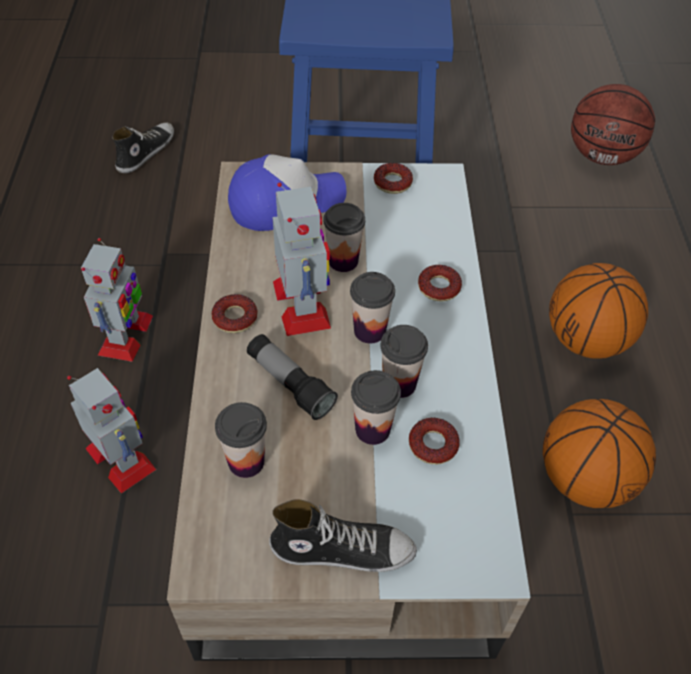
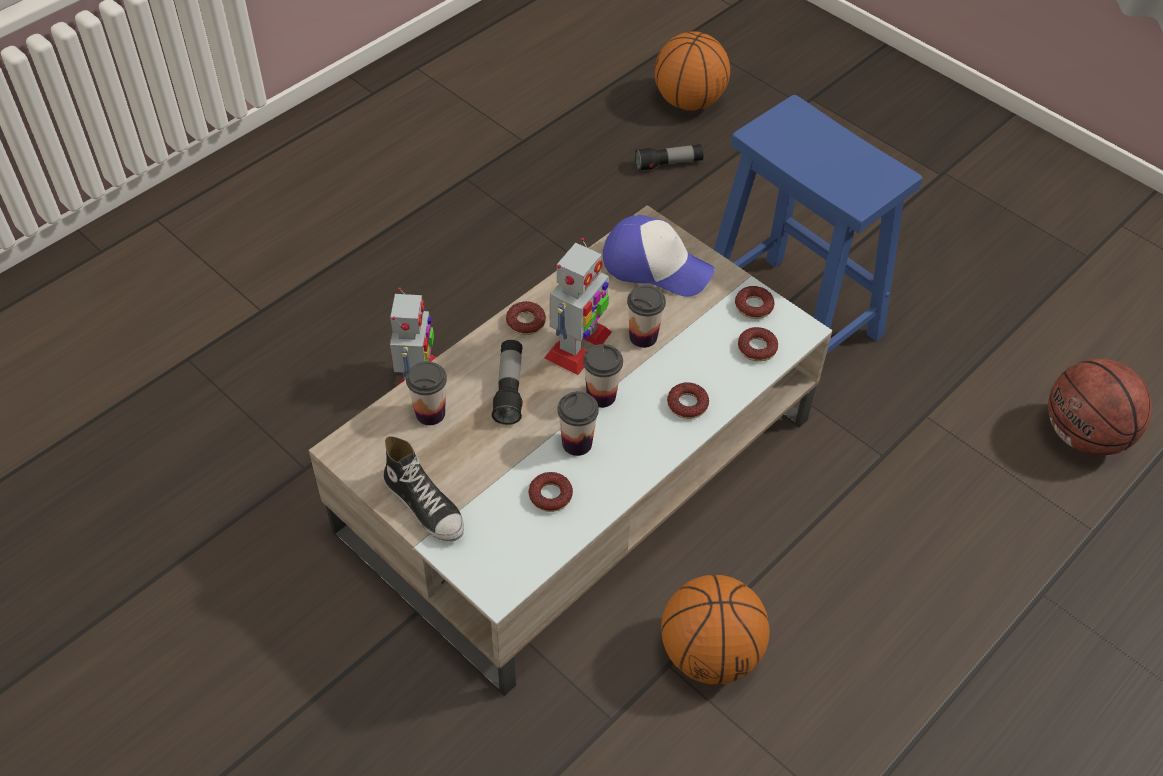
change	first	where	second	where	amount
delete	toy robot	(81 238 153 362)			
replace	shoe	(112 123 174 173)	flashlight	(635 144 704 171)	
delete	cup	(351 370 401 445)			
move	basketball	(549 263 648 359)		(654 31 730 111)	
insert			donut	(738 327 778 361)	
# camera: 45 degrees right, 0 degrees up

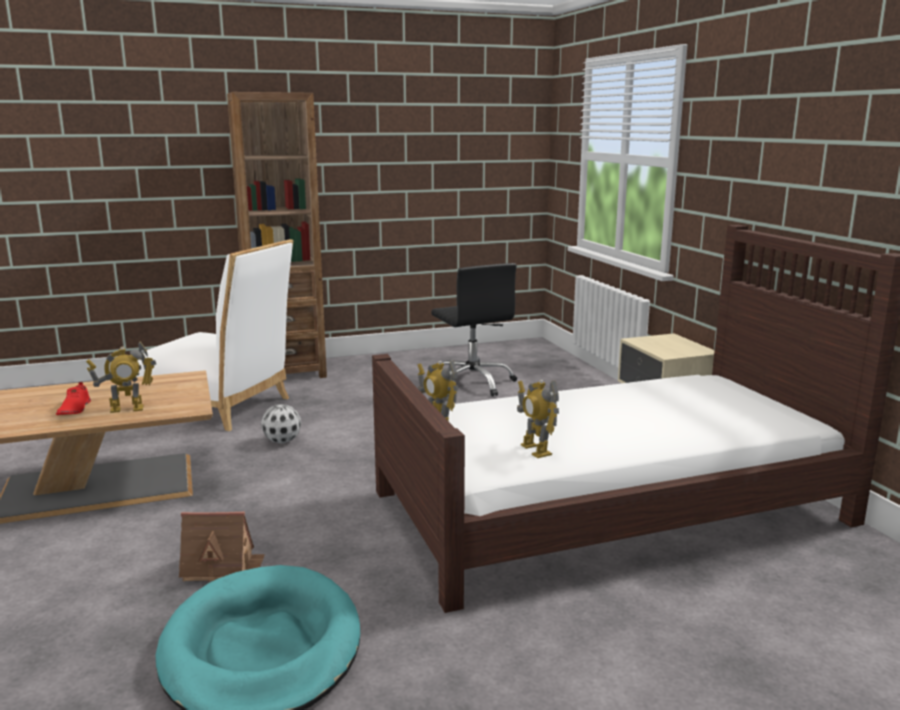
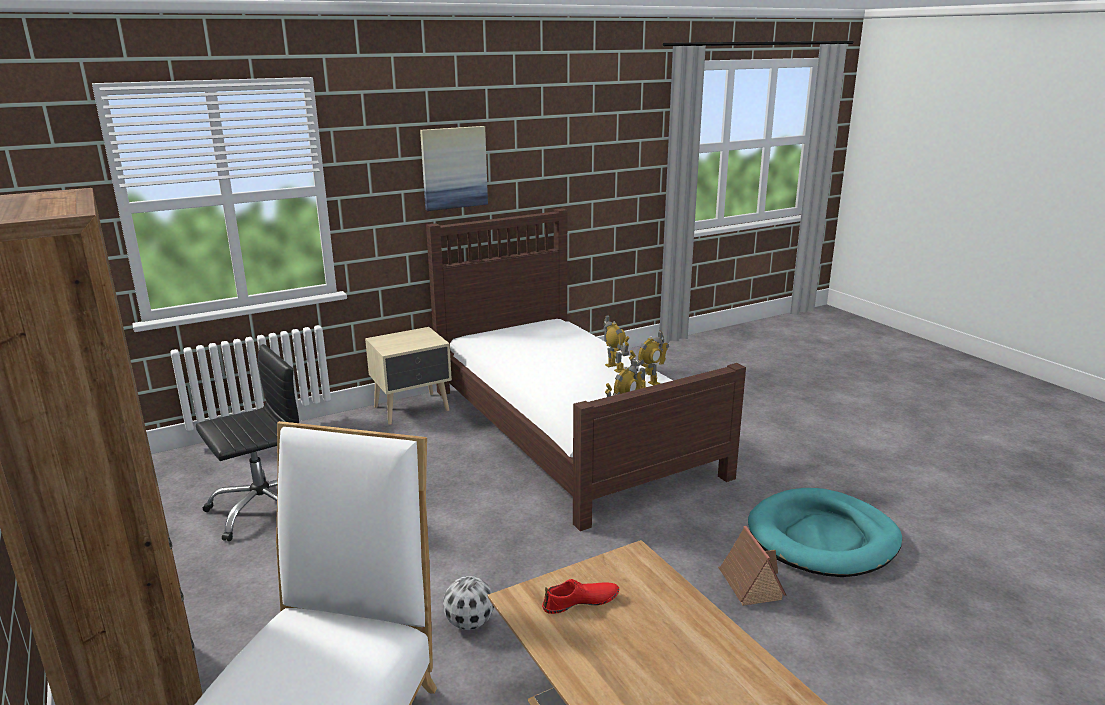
change	first	where	second	where	amount
move	red shoe	(56 382 91 415)		(542 579 619 614)	
move	toy robot	(86 341 156 413)		(604 315 629 373)	
insert			picture	(420 126 488 211)	
# camera: 100 degrees left, 5 degrees up

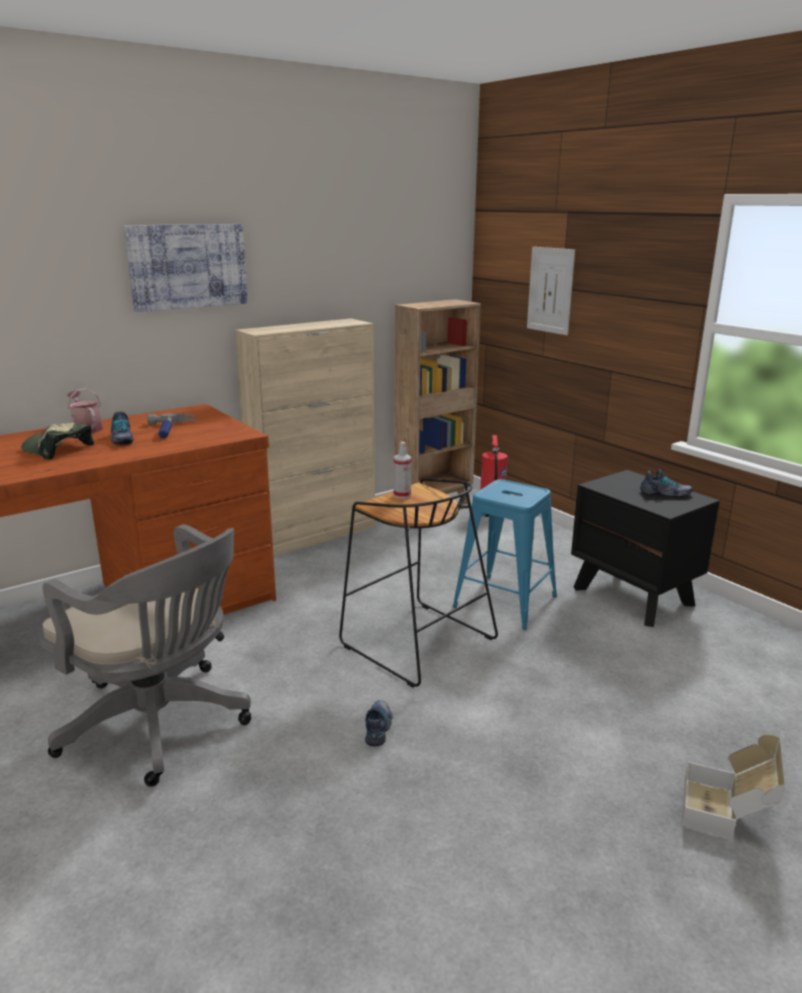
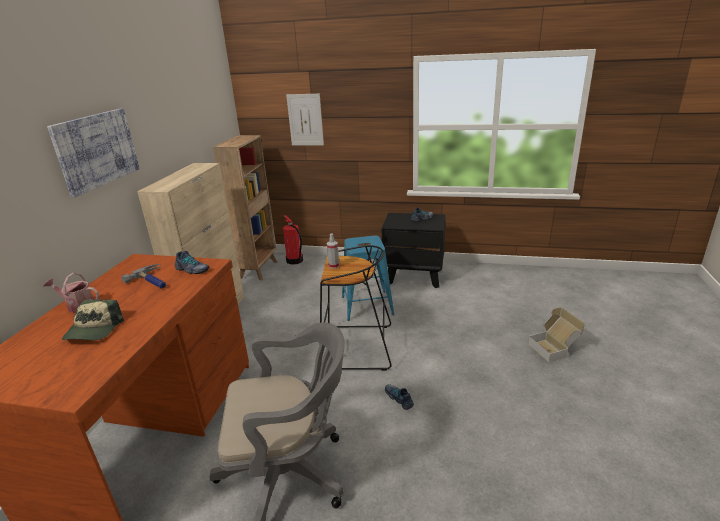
change	first	where	second	where	amount
rotate	cap	(21 423 94 460)		(62 299 124 340)	75 degrees counterclockwise
move	shoe	(111 411 134 445)		(175 251 209 274)	
# camera: 40 degrees left, 5 degrees up

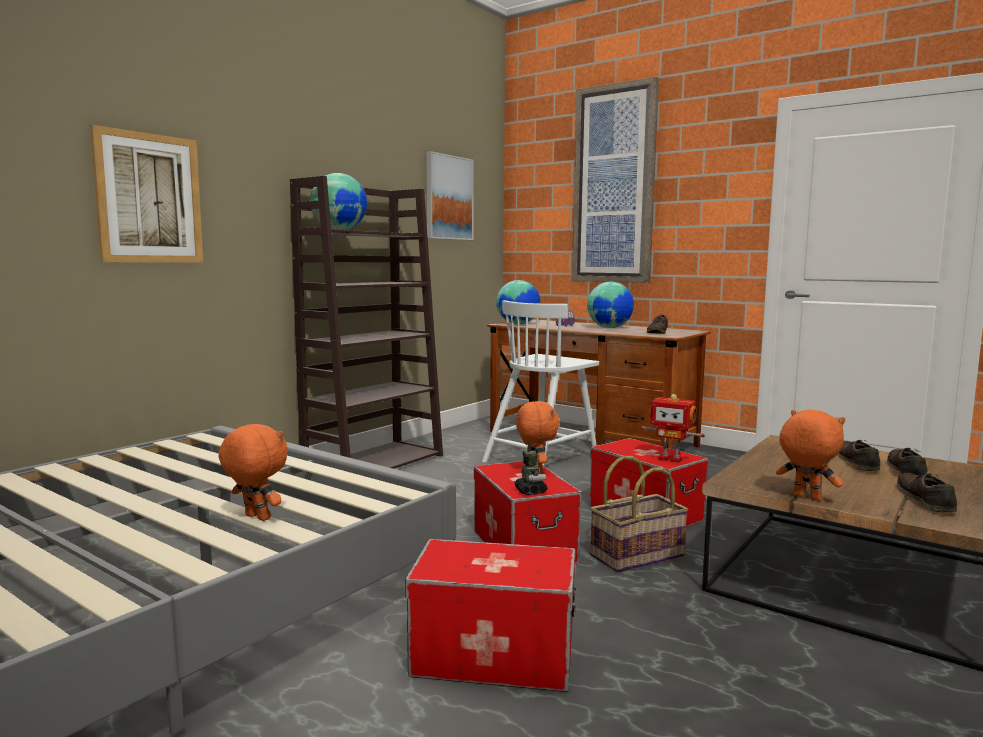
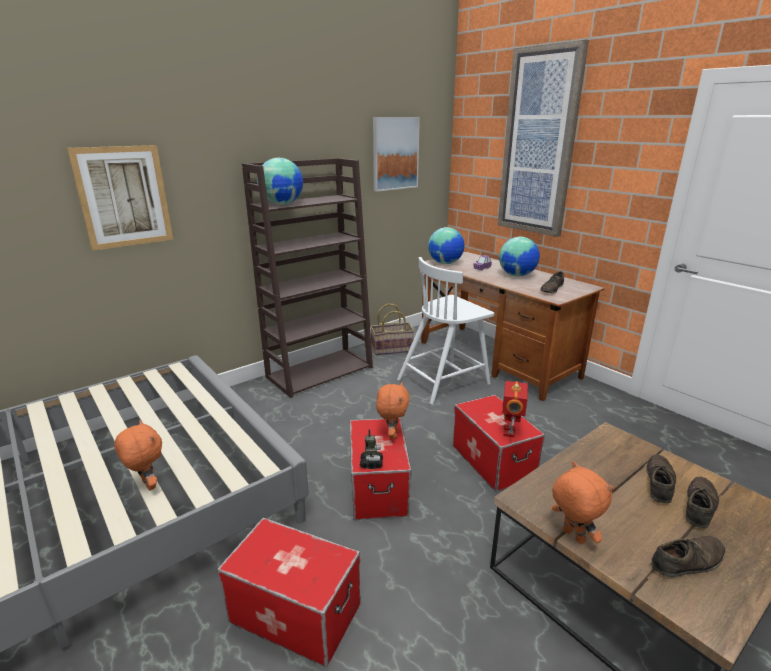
change	first	where	second	where	amount
move	basket	(590 456 688 573)		(370 304 414 355)	
rotate	toy robot	(641 394 705 463)		(502 381 528 438)	60 degrees clockwise
rotate	brown shoe	(897 473 957 512)		(651 536 726 577)	45 degrees clockwise
# camera: 15 degrees right, 15 degrees up

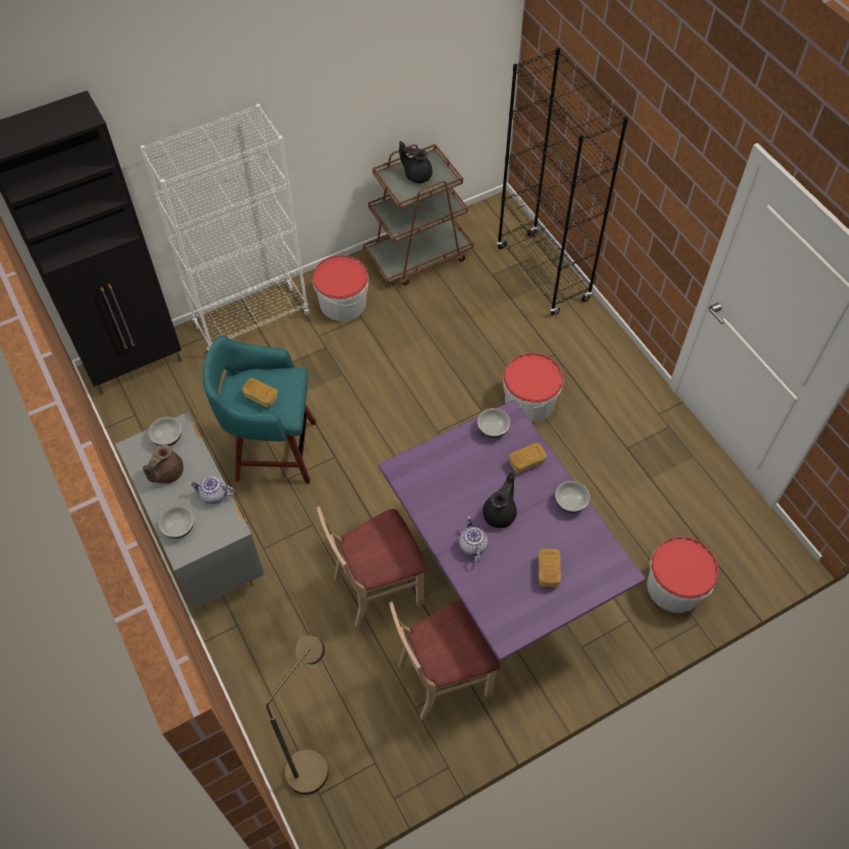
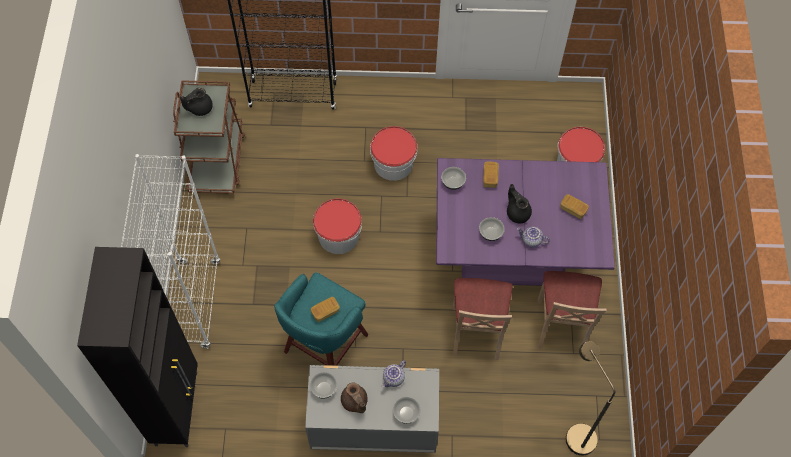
change	first	where	second	where	amount
move	bucket	(312 255 369 321)		(313 198 362 254)	
move	bowl	(555 481 590 513)		(479 217 505 241)	
# camera: 60 degrees left, 5 degrees up

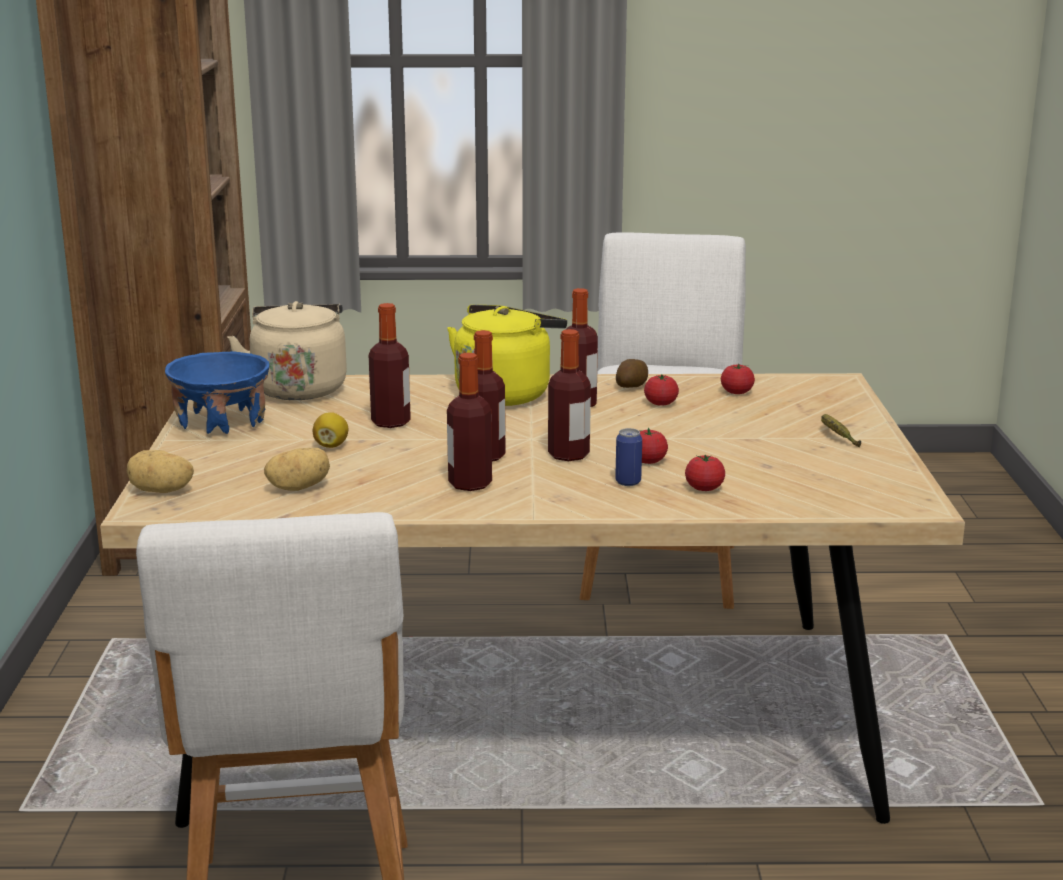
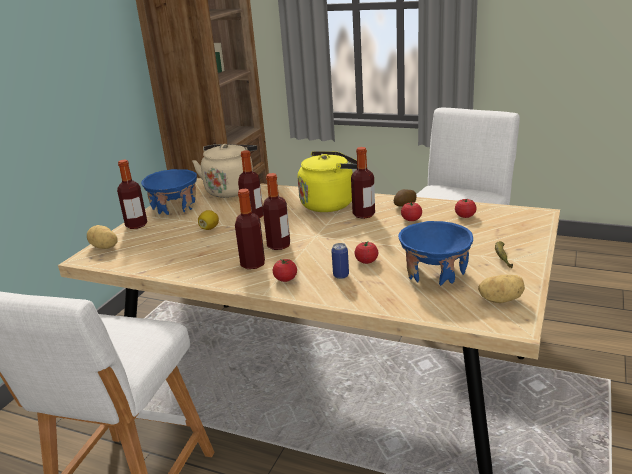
change	first	where	second	where	amount
move	potato	(264 448 330 491)		(478 275 525 303)	
move	bottle	(548 329 591 461)		(117 160 147 229)	
move	tomato	(685 455 725 491)		(273 259 297 282)	
insert			blue bowl	(398 221 473 286)	
# camera: 25 degrees right, 5 degrees up

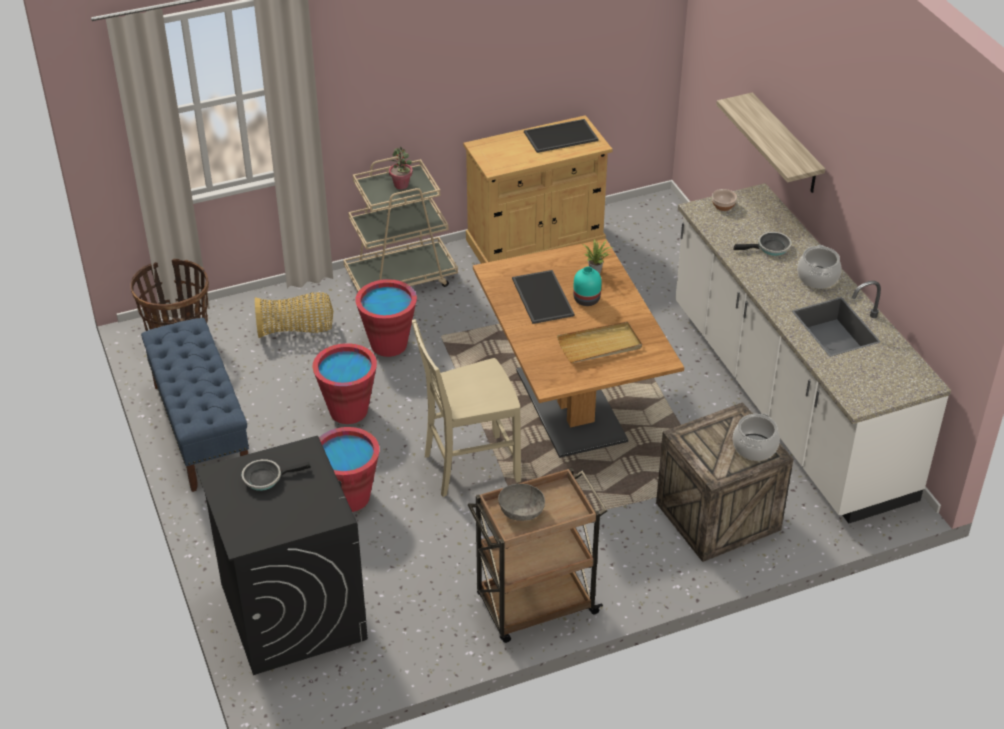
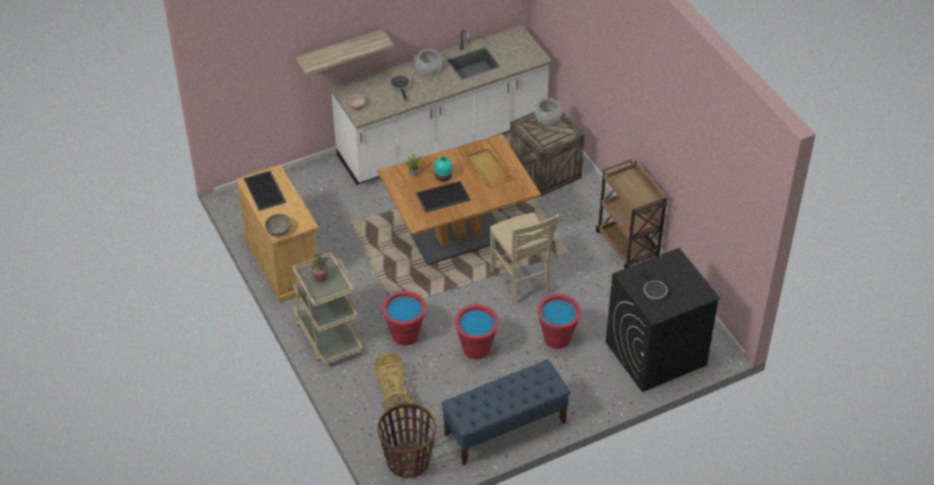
change	first	where	second	where	amount
move	grey bowl	(498 484 545 521)		(265 214 291 237)	
# camera: 95 degrees left, 5 degrees up

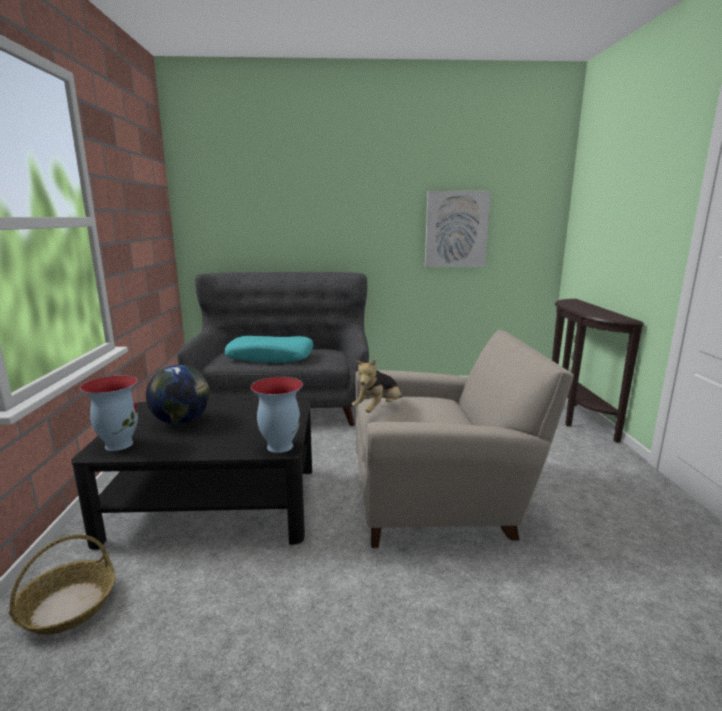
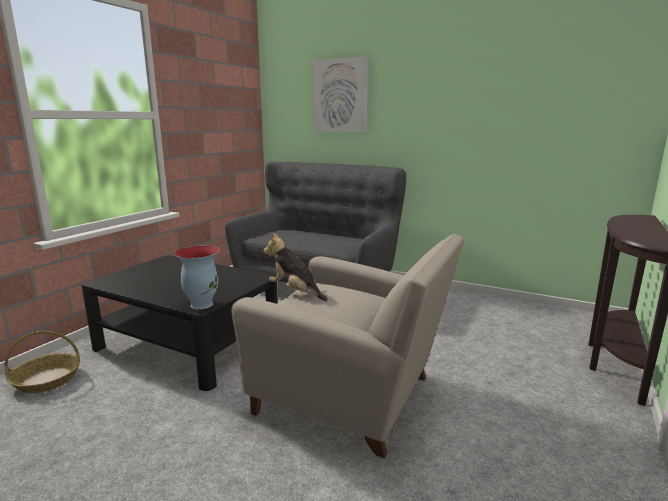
change	first	where	second	where	amount
delete	vase	(80 375 138 451)			
delete	globe	(146 365 210 424)			
delete	turquoise pillow	(224 336 313 363)			
rotate	plush toy	(352 359 402 413)		(264 233 328 301)	60 degrees clockwise
move	picture	(425 191 491 267)		(313 57 368 132)	
# camera: 30 degrees right, 0 degrees up

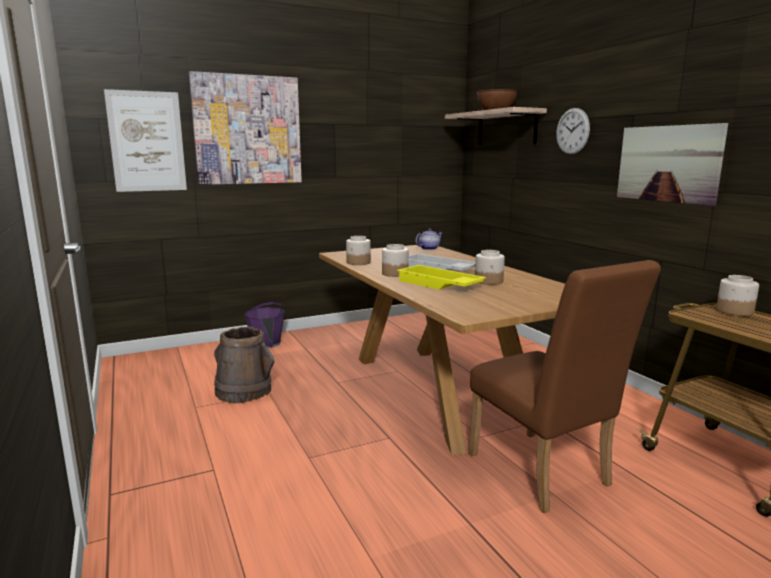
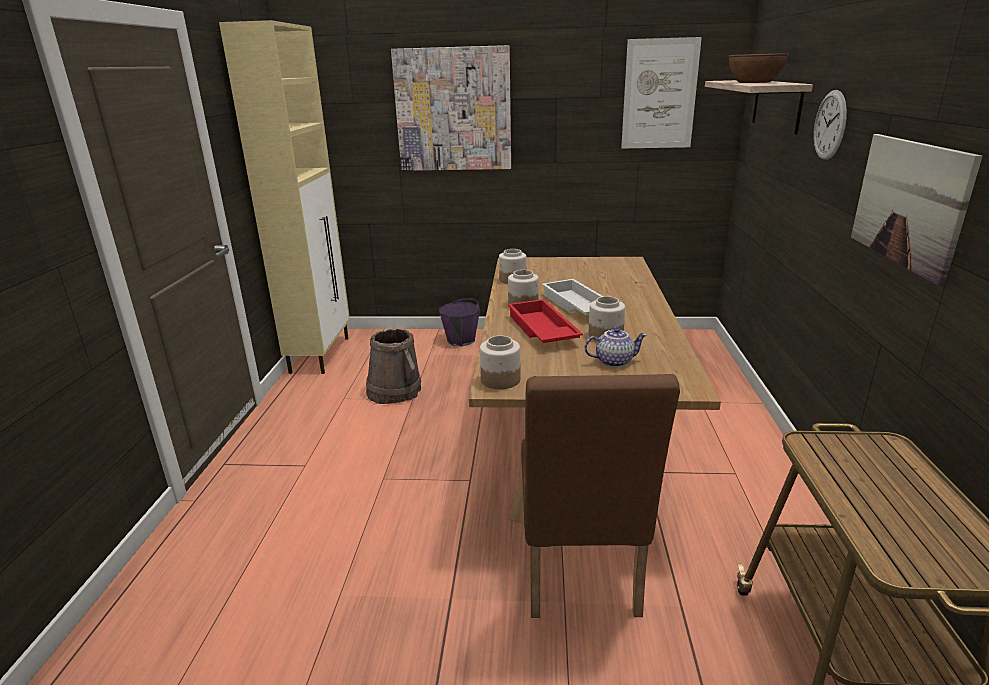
change	first	where	second	where	amount
move	picture	(104 89 187 192)		(621 37 702 149)	
recolor	yellow tray	(397 265 486 290)	red tray	(508 299 583 343)	
move	teapot	(415 228 443 250)		(584 327 647 367)	
move	jar	(716 275 759 316)		(480 336 521 389)	
insert			beige cabinet	(219 20 350 374)	
# camera: 30 degrees right, 10 degrees up

